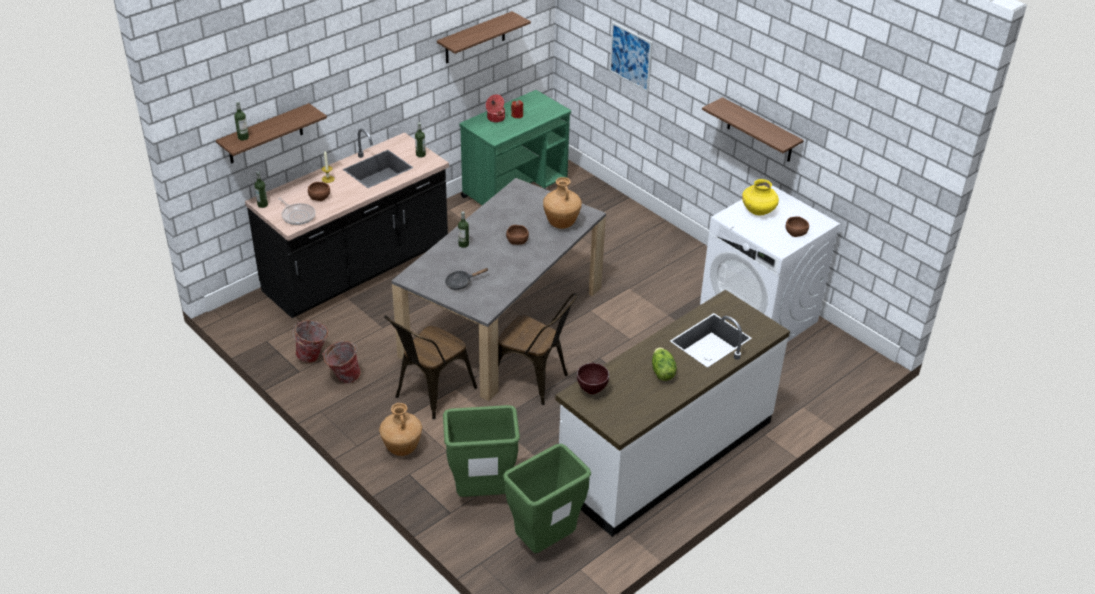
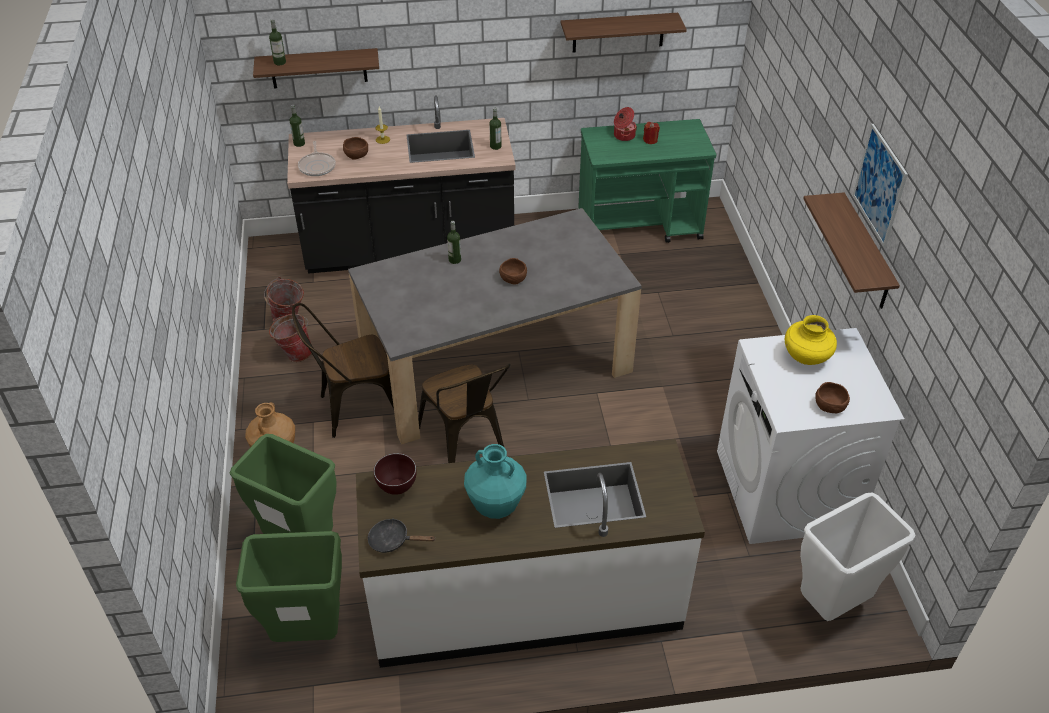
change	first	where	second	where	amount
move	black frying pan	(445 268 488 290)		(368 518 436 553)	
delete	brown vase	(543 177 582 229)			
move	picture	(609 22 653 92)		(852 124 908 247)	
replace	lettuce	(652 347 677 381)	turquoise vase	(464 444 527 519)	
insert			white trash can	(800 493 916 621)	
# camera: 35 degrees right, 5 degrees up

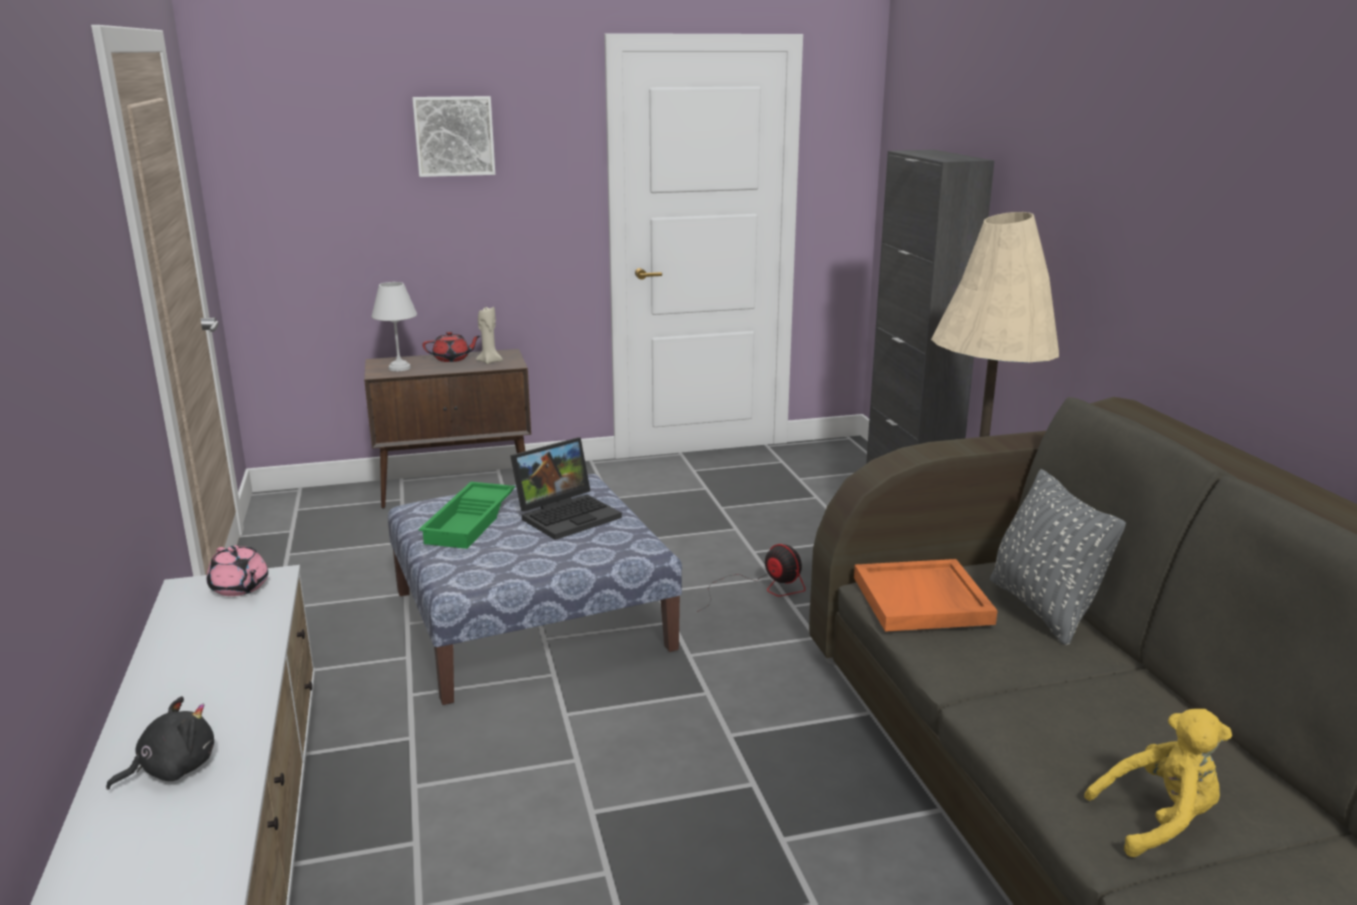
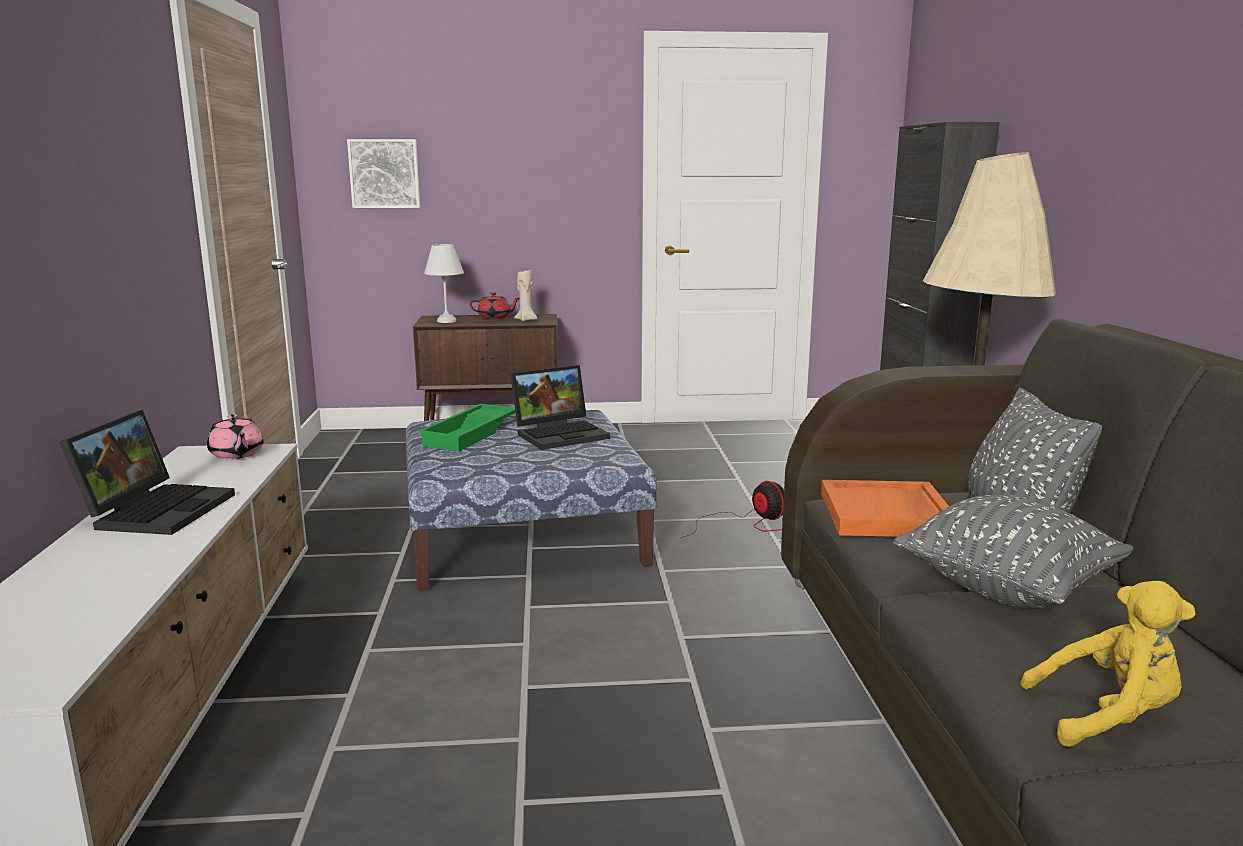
change	first	where	second	where	amount
delete	black plush toy	(106 696 214 790)			
move	picture	(412 96 495 177)		(347 139 420 208)	
insert			laptop	(59 410 235 535)	
insert			grey pillow	(893 495 1134 609)	
# camera: 10 degrees right, 5 degrees down

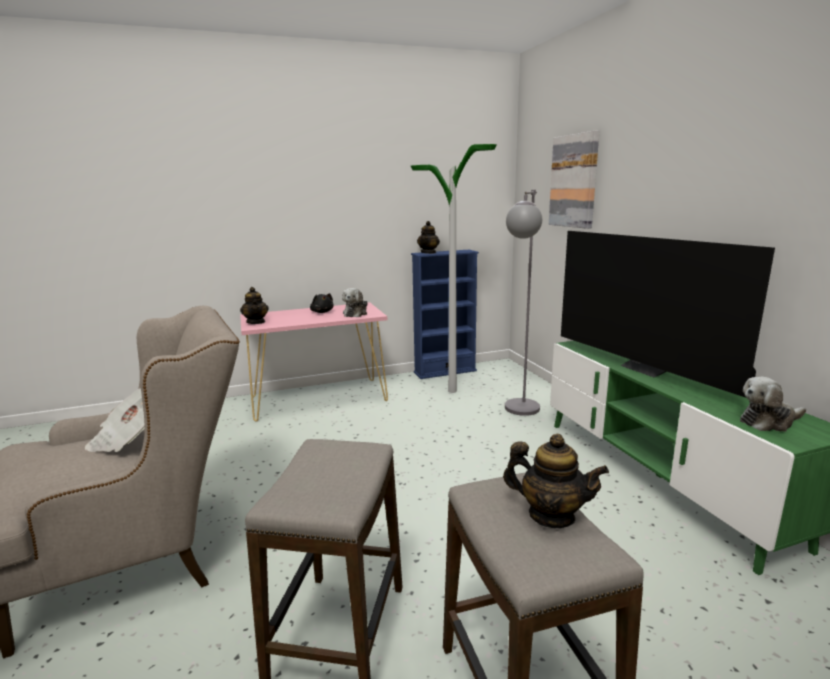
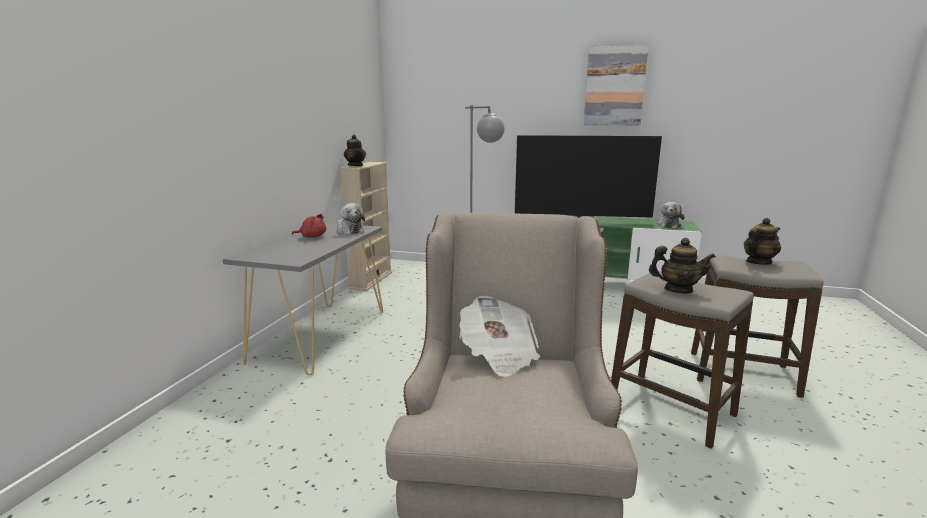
change	first	where	second	where	amount
move	teapot	(240 287 269 324)		(649 238 716 294)	
recolor	pink console table	(240 302 388 421)	grey console table	(223 223 383 375)	
recolor	black plush toy	(310 293 334 313)	red plush toy	(291 214 326 238)	
delete	floor lamp	(411 144 497 393)			
recolor	blue bookcase	(411 250 479 379)	beige bookcase	(340 162 392 291)	
move	picture	(549 131 599 229)		(584 45 649 125)	
# camera: 55 degrees left, 0 degrees up

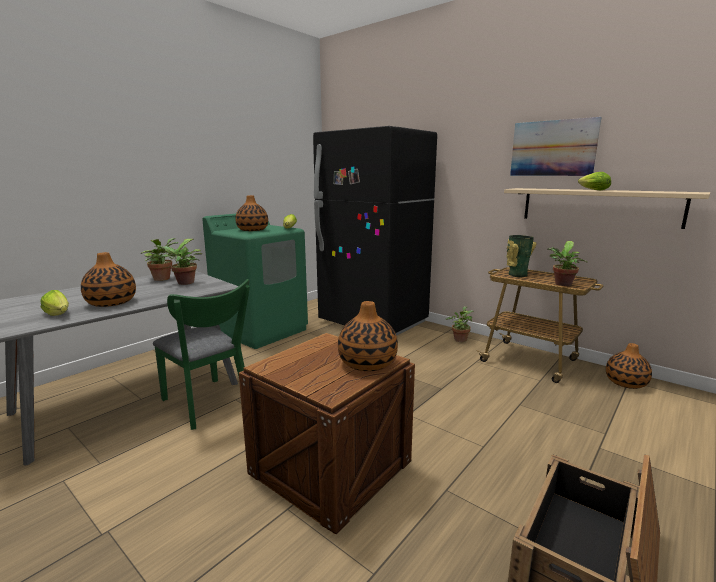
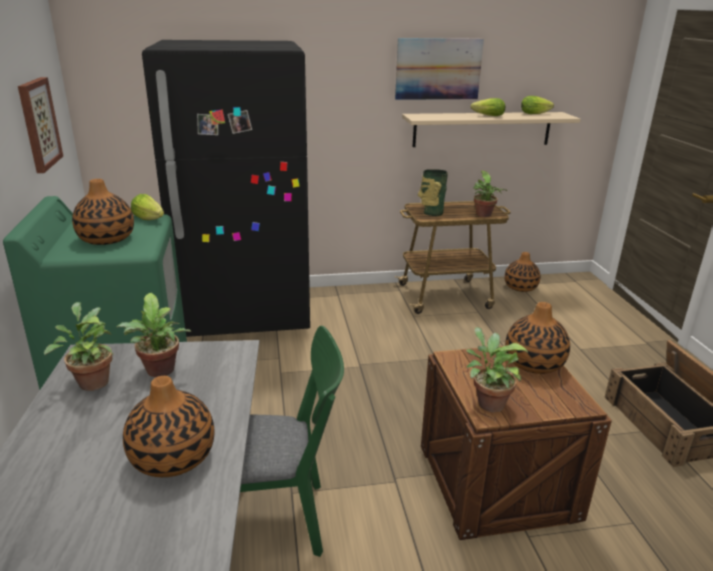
change	first	where	second	where	amount
move	lettuce	(40 290 69 316)		(521 96 554 114)	
move	potted plant	(446 306 474 342)		(466 327 528 412)	
insert			picture	(18 77 63 173)	
# camera: 50 degrees left, 10 degrees up

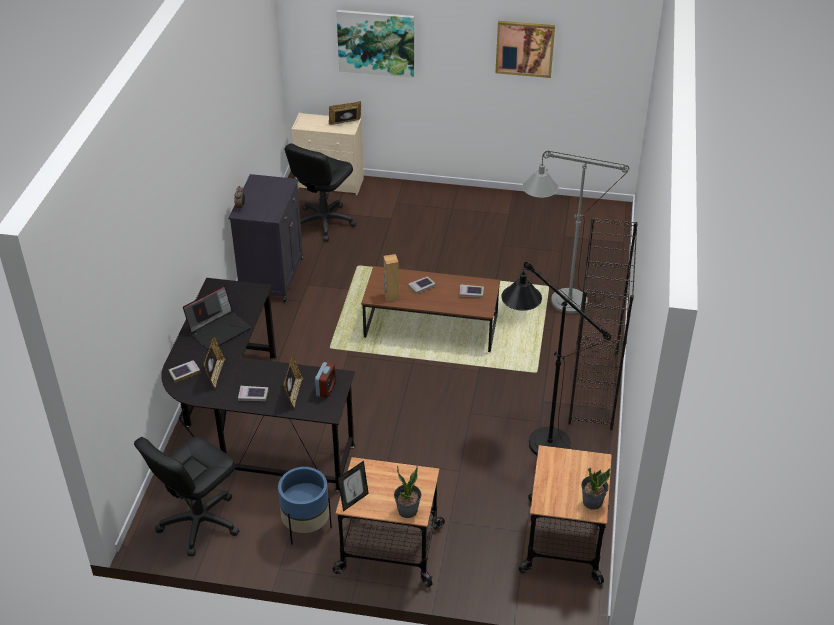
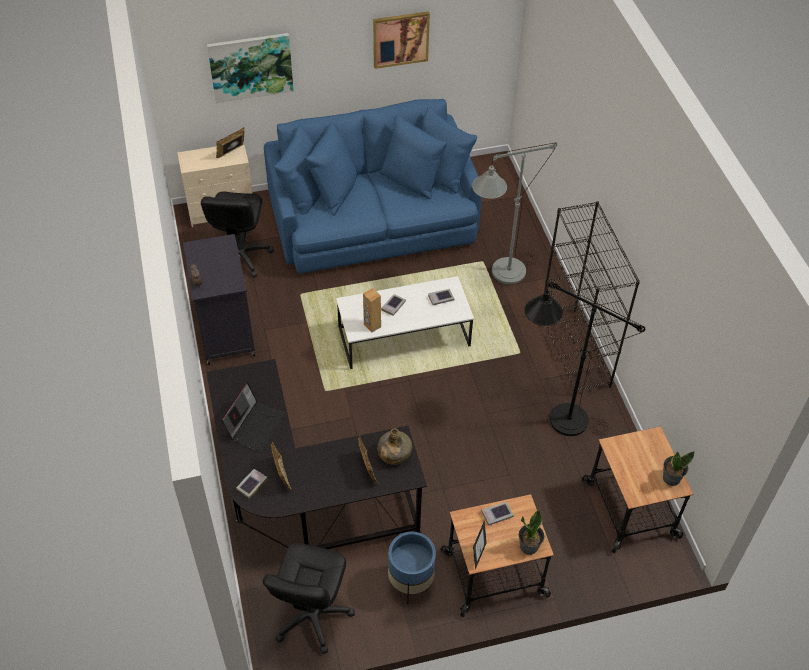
change	first	where	second	where	amount
move	book	(238 386 268 401)		(482 502 514 525)	
replace	alarm clock	(315 362 336 398)	green bottle	(377 428 412 465)	
recolor	brown coffee table	(361 266 500 352)	white coffee table	(336 276 474 369)	
insert			blue sofa	(264 99 482 274)	
# camera: 25 degrees left, 10 degrees up

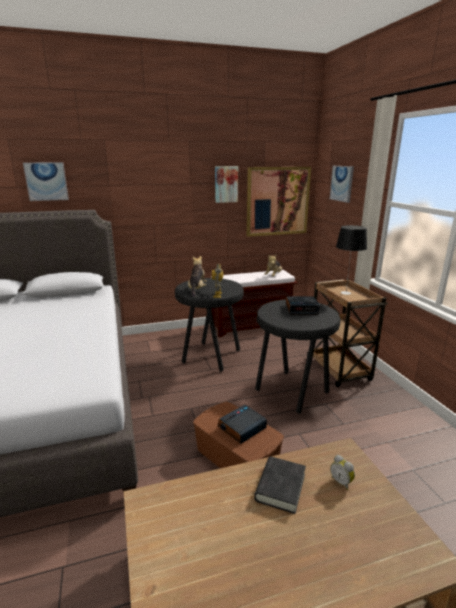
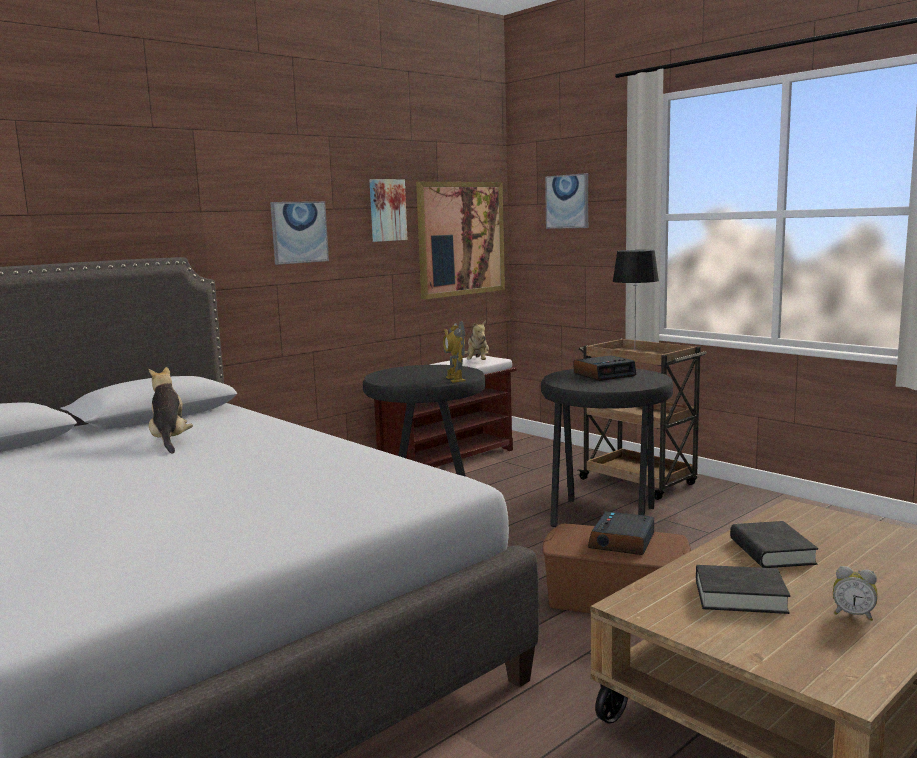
change	first	where	second	where	amount
move	picture	(23 162 69 201)		(270 201 329 265)	
move	plush toy	(188 256 207 297)		(149 367 193 453)	
move	alarm clock	(330 455 355 490)		(833 566 877 621)	
insert			black book	(696 565 790 614)	
# camera: 25 degrees left, 10 degrees down

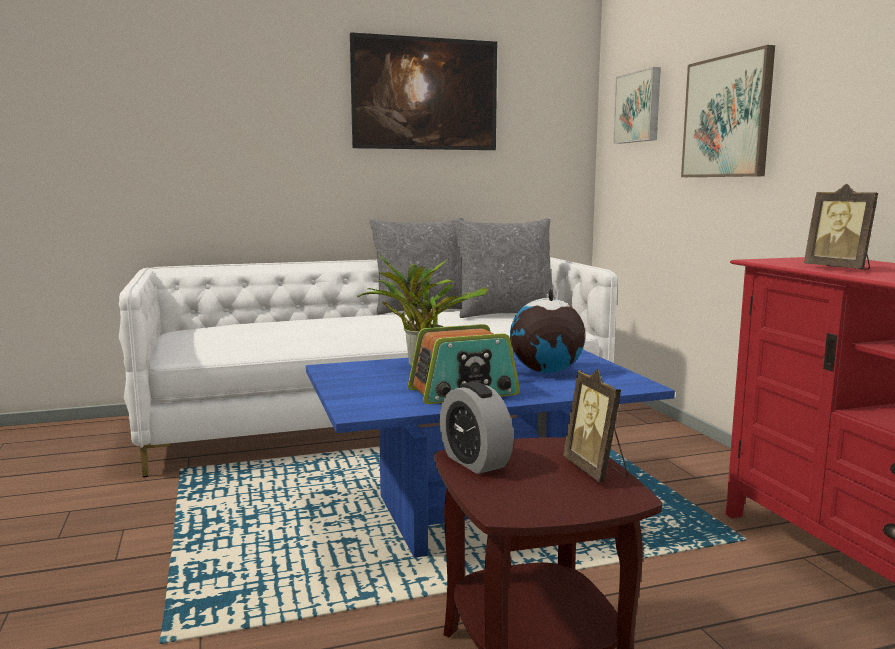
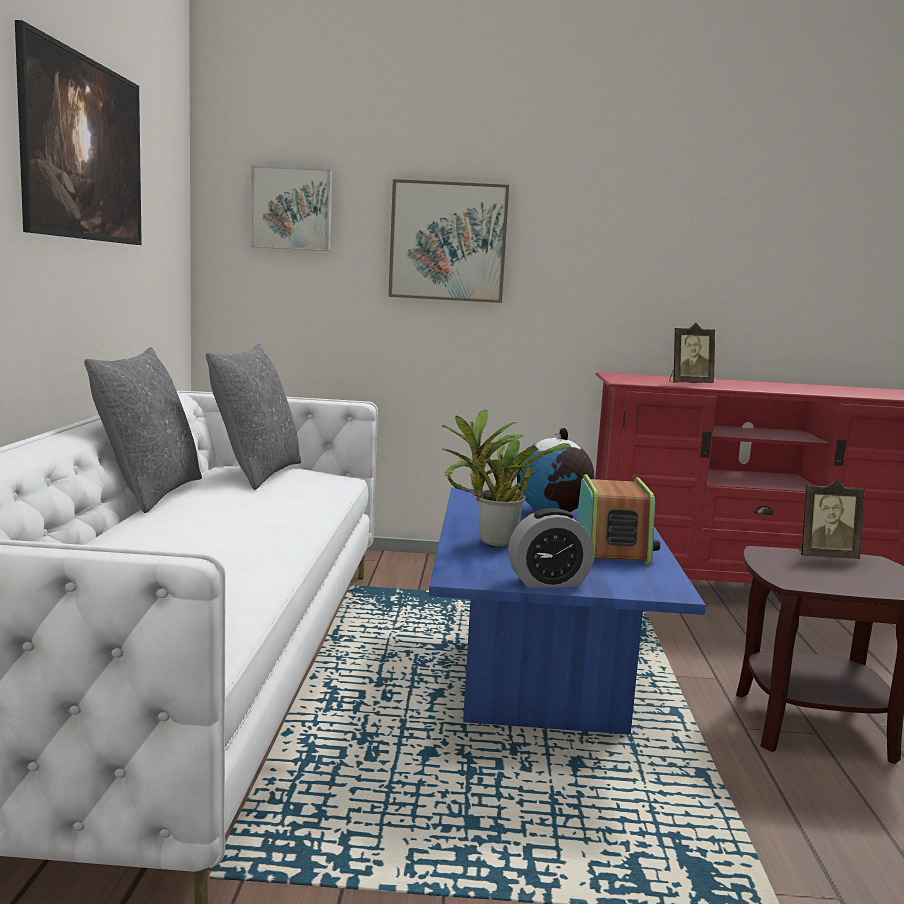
change	first	where	second	where	amount
move	alarm clock	(440 382 514 474)		(508 508 594 588)	
# camera: 70 degrees left, 0 degrees up

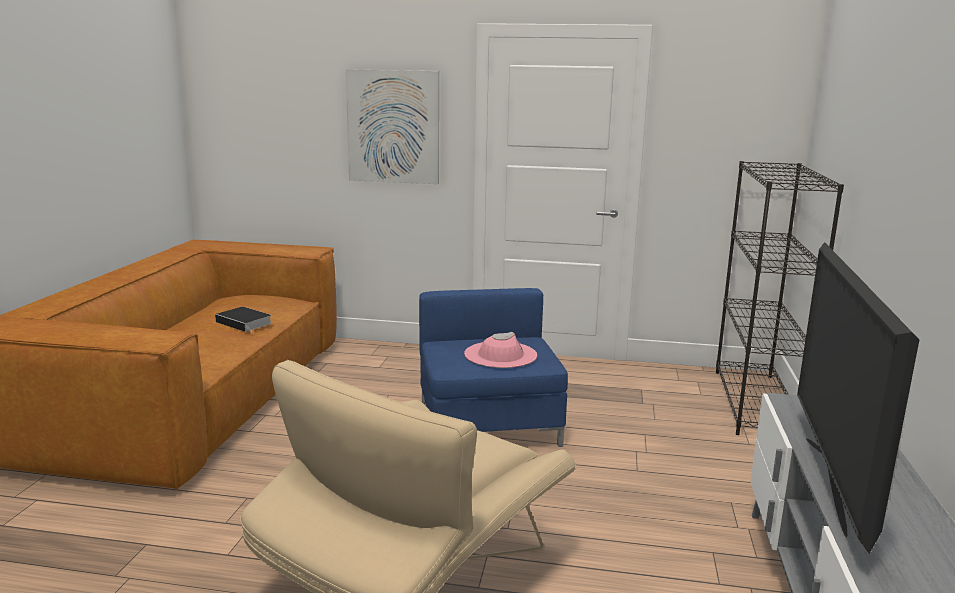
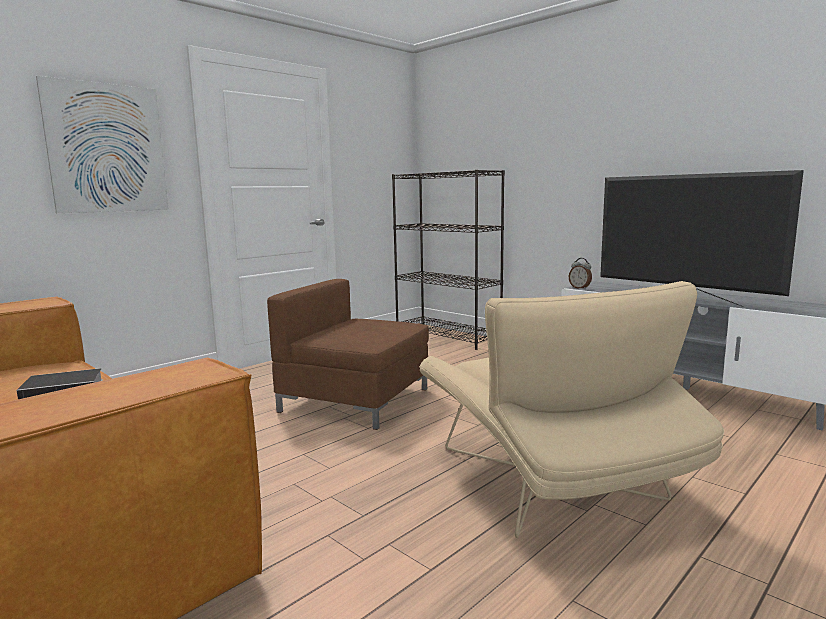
change	first	where	second	where	amount
recolor	blue armchair	(419 288 568 447)	brown armchair	(267 279 429 430)	
delete	pink hat	(464 332 537 368)			
insert			alarm clock	(569 258 592 289)	
# camera: 55 degrees left, 5 degrees down

